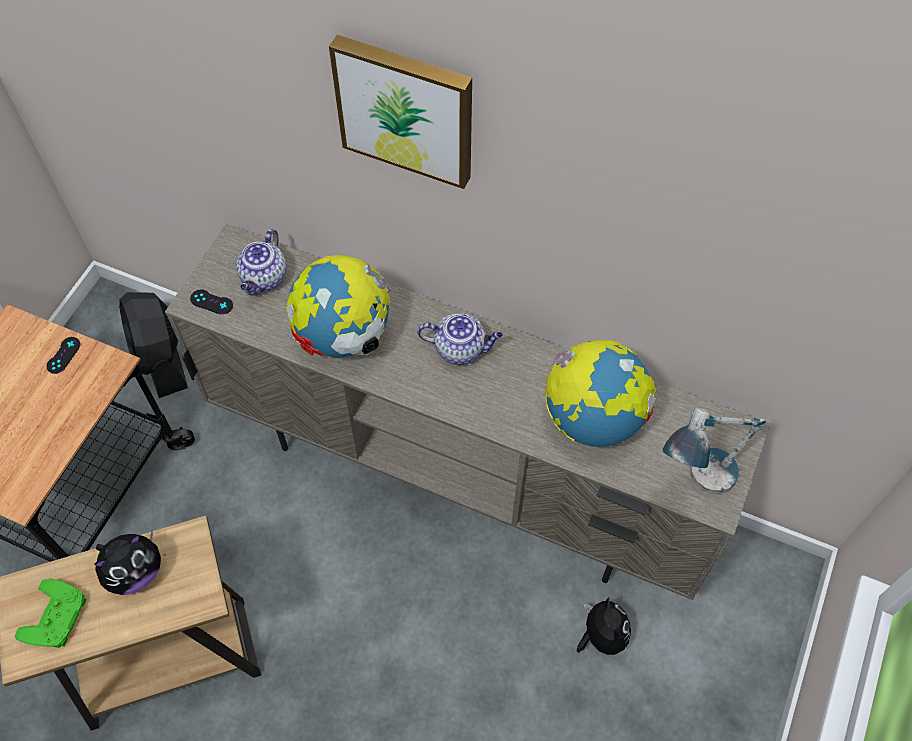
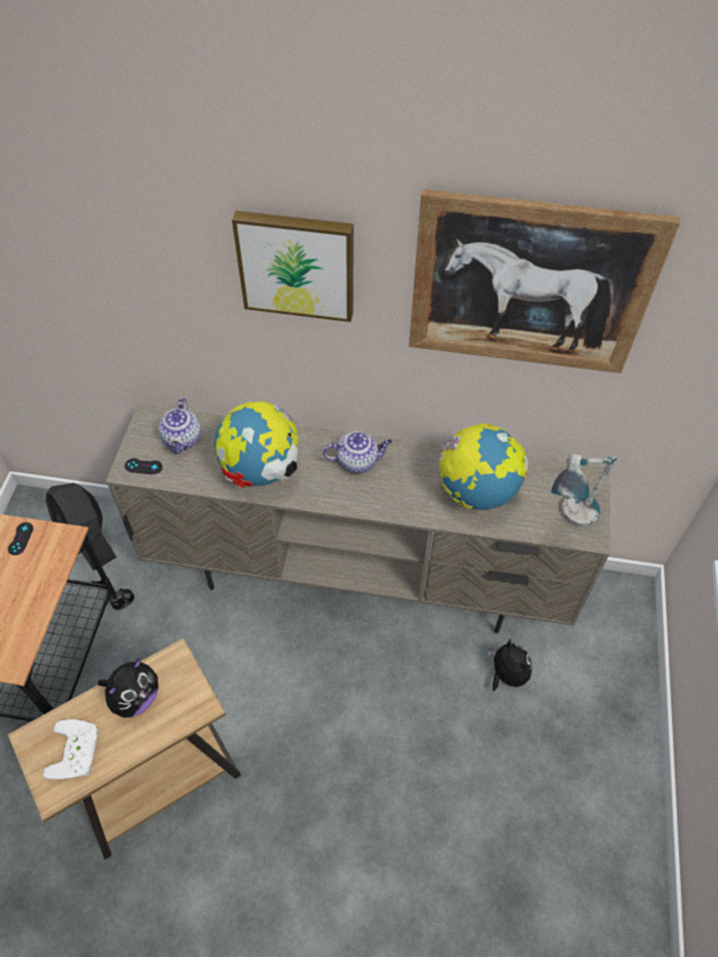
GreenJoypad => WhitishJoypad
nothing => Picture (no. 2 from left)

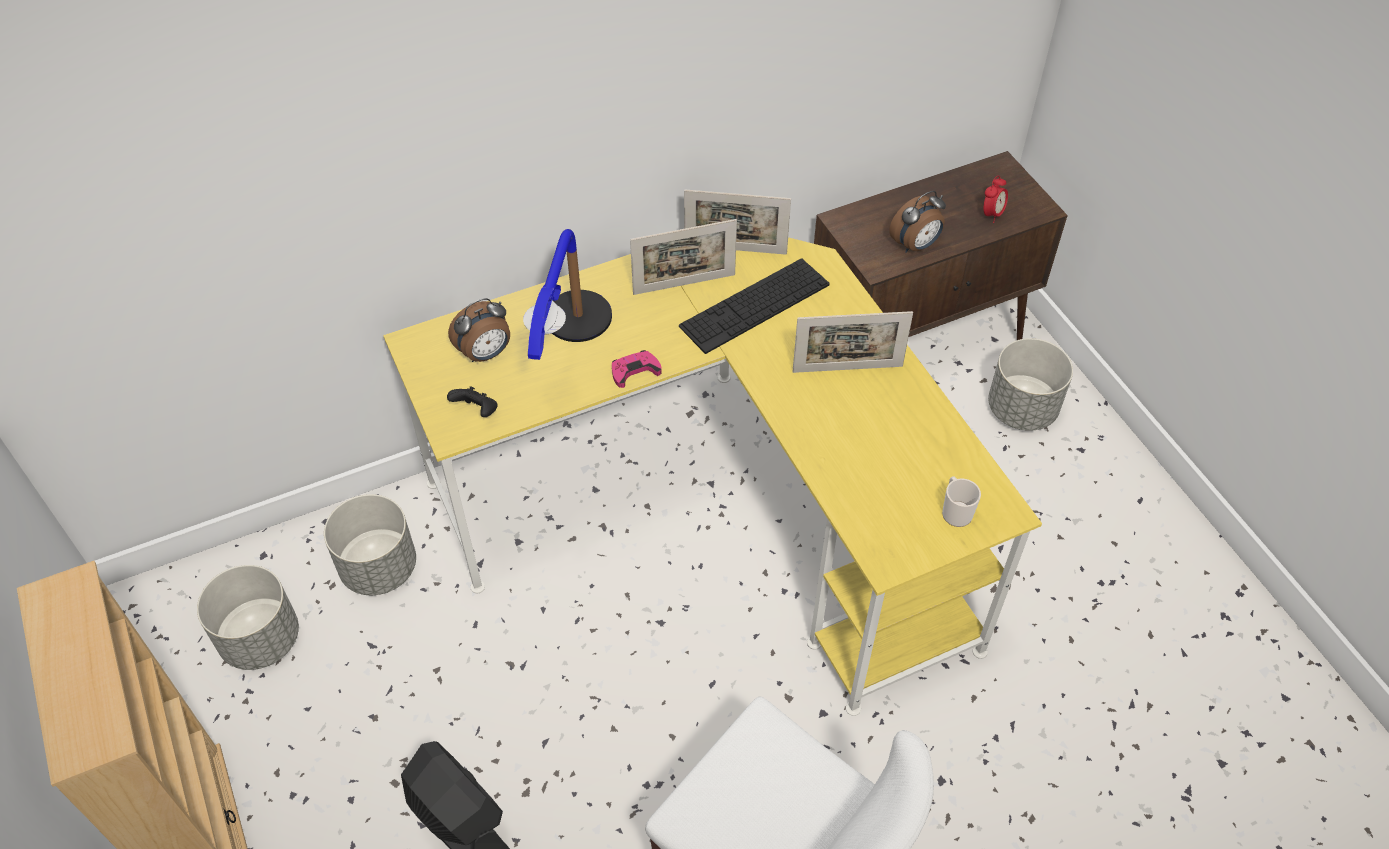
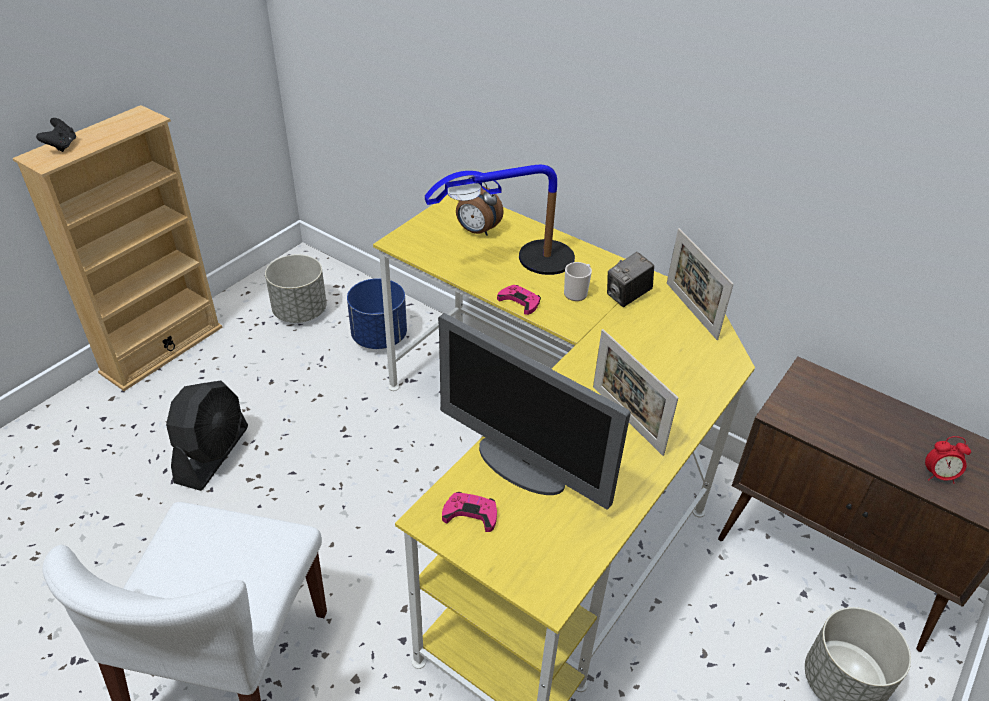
GreyFlowerPot (no. 2 from left) => BluishFlowerPot
BlackJoypad, shifted
StandingFrame (no. 1 from left) => StillCamera
PcKeyboard => nothing
TableClock (no. 2 from left) => nothing
CoffeeMug, shifted
nothing => Monitor
nothing => PinkJoypad (no. 1 from left)

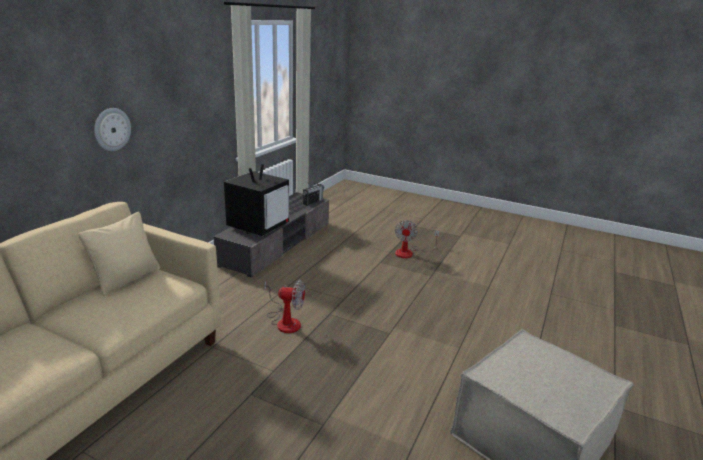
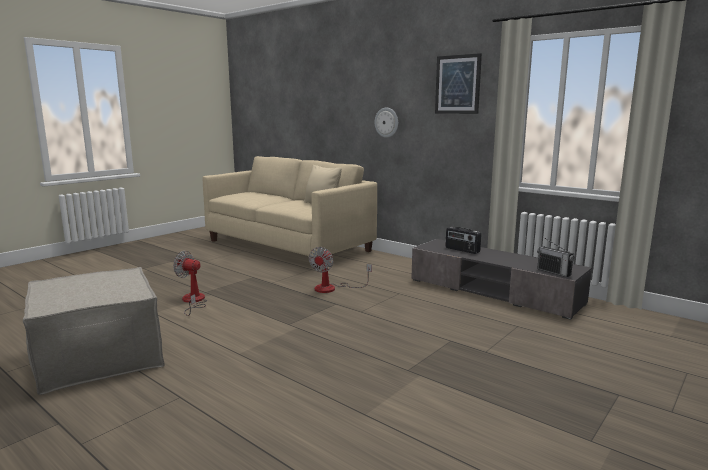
Tv => RadioReceiver (no. 1 from left)
CoolingFan (no. 2 from left in the first image) => CoolingFan (no. 1 from left), shifted
nothing => Picture

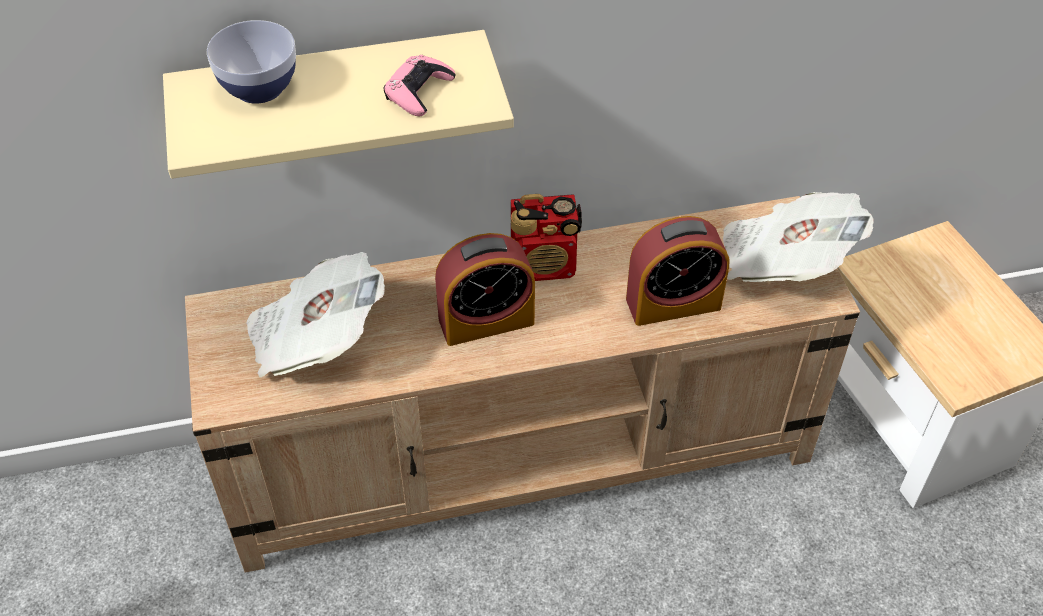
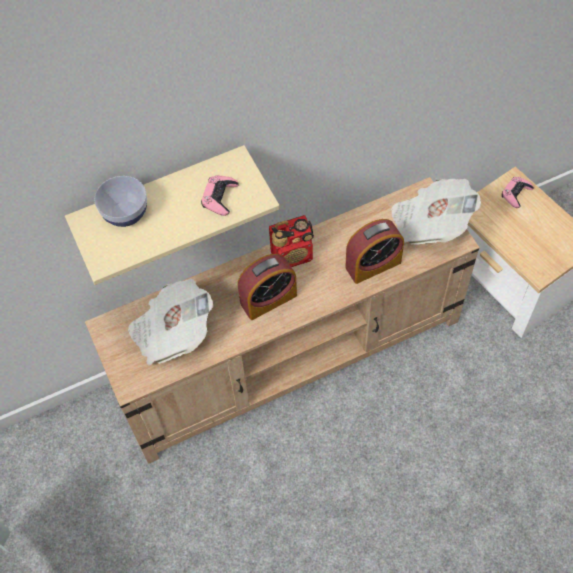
nothing => PinkJoypad (no. 2 from left)

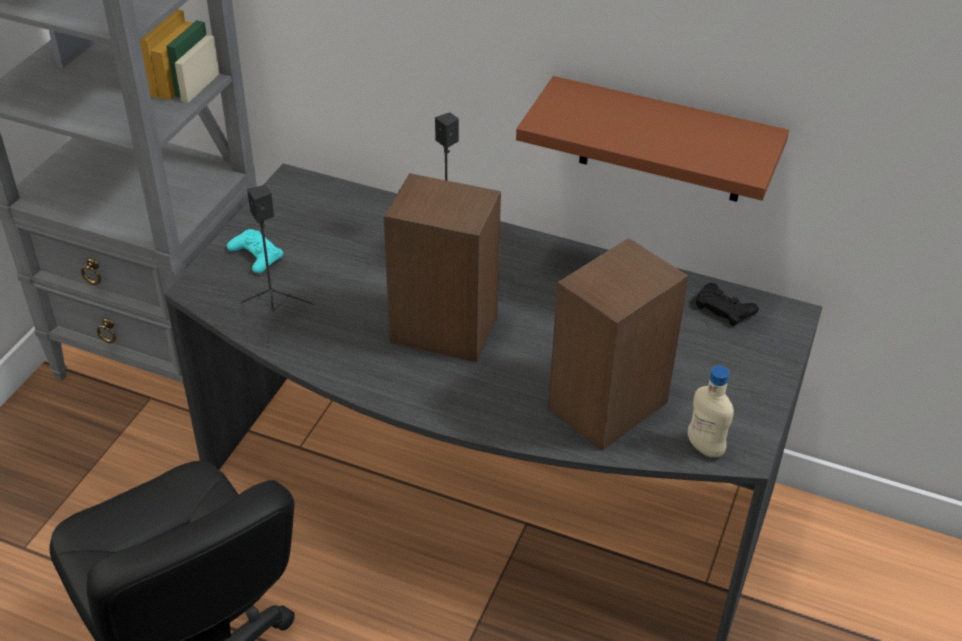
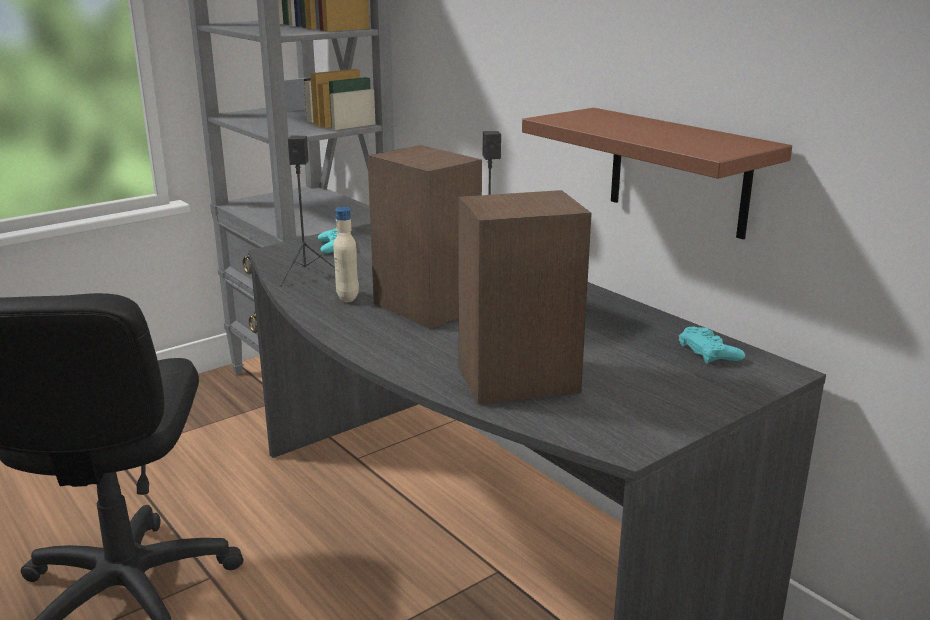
BeigeColouredDrinkBottle, shifted
BlackJoypad => TurquoiseColouredJoypad (no. 2 from left)

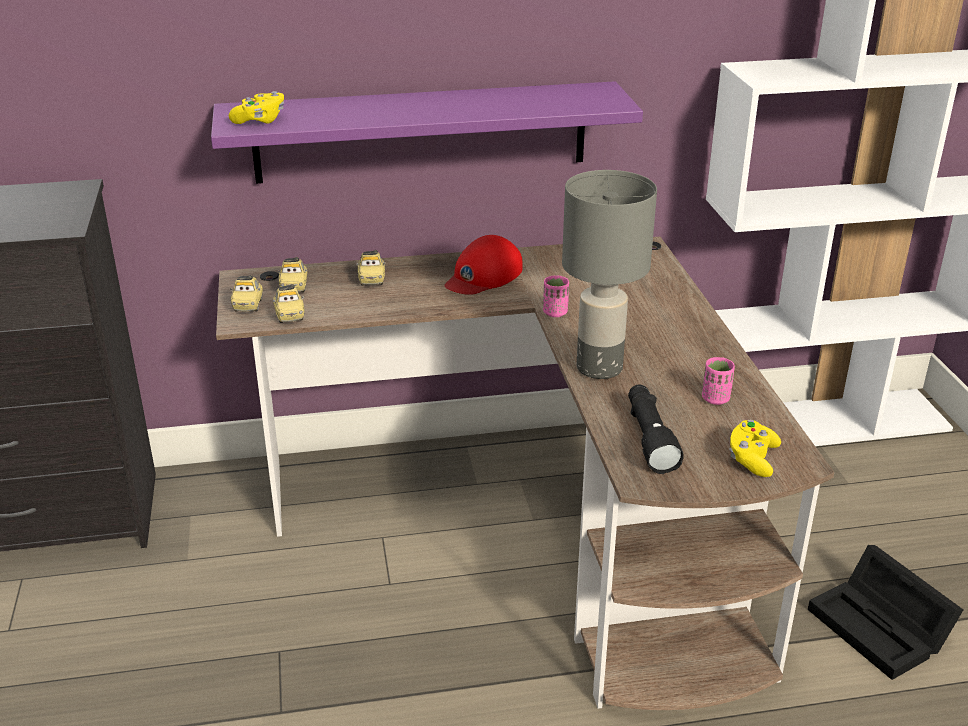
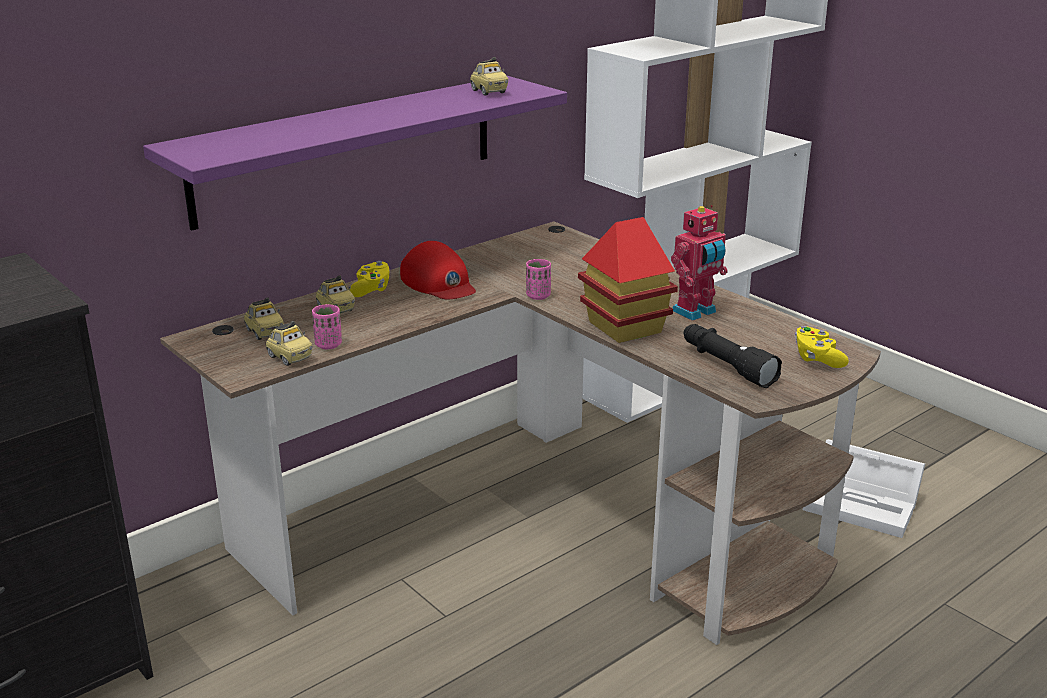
YellowJoypad (no. 1 from left), shifted
ModelCar (no. 1 from left in the first image) => ModelCar (no. 4 from left), shifted
RedColouredCap, 45 degrees counterclockwise
GreyTabletopLamp => ModelHouse
PinkCup (no. 2 from left in the first image) => PinkCup (no. 1 from left), shifted
BlackStorageBox => WhitishStorageBox
nothing => ModelRobot

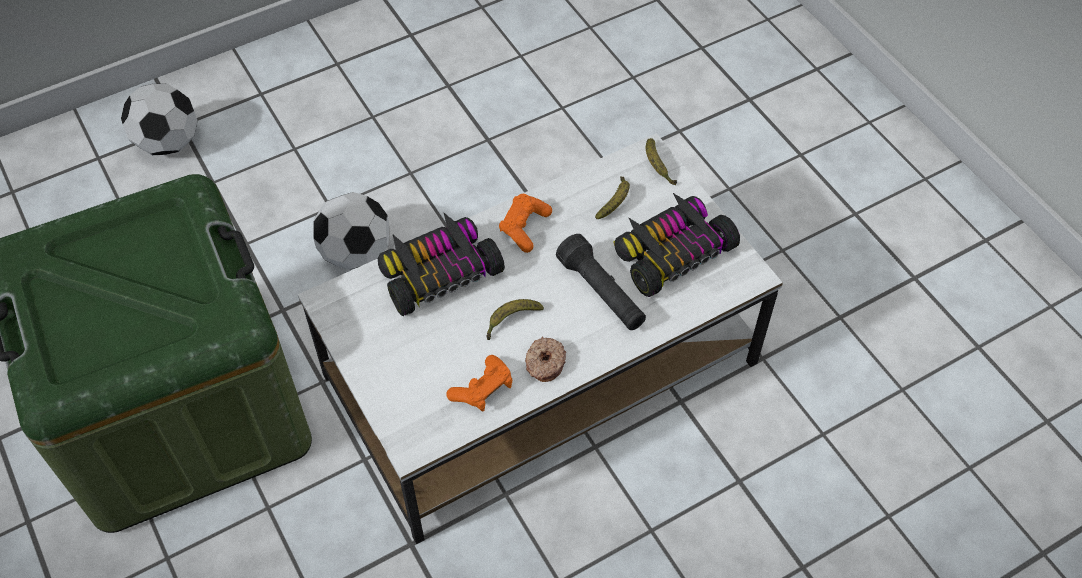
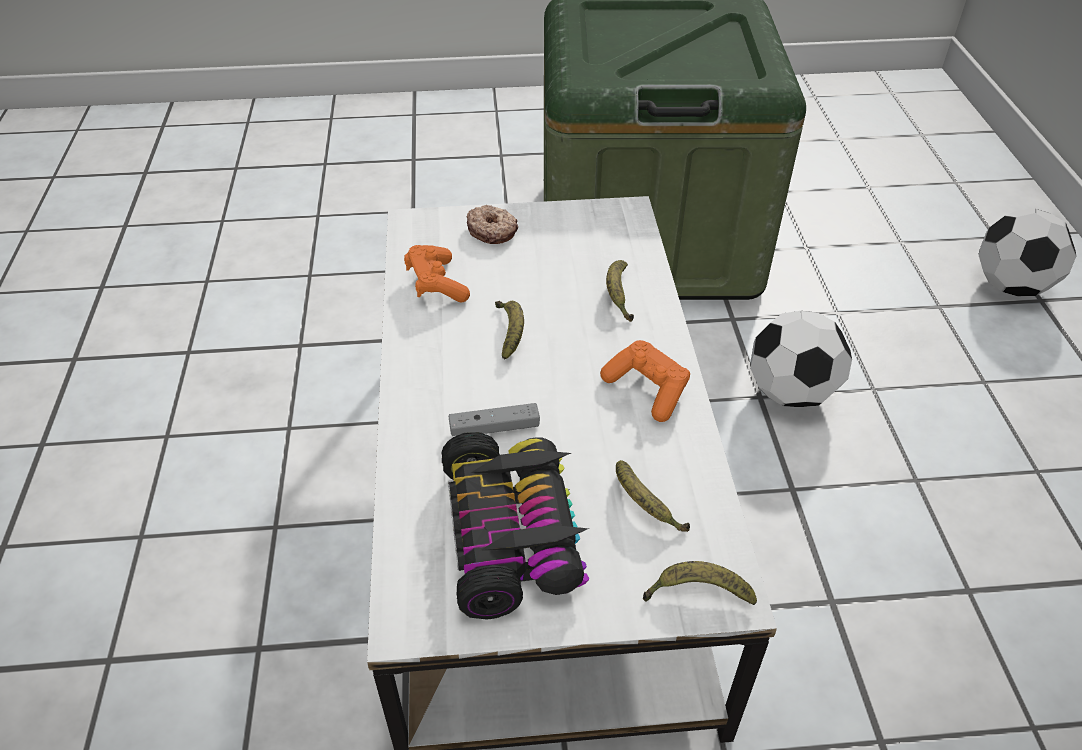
ModelCar (no. 1 from left) => WholeBanana (no. 2 from left)
Donut, shifted
BlackFlashlight => GreyJoypad

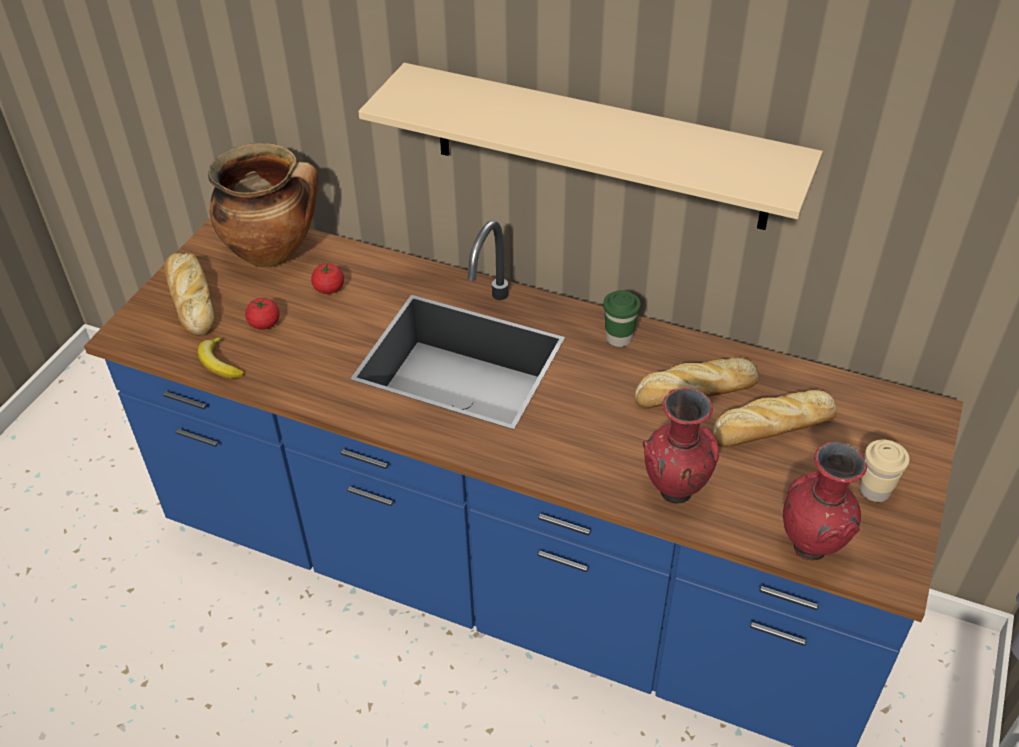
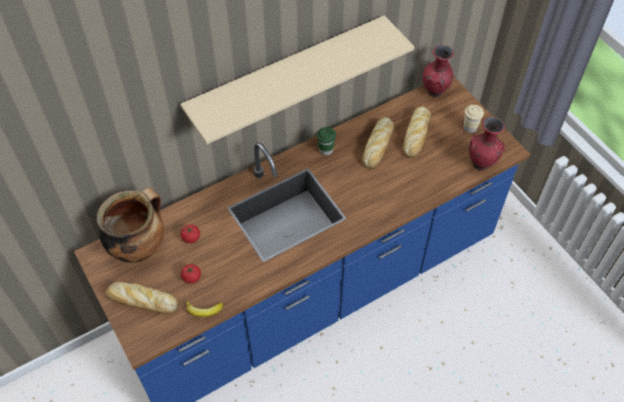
RedColouredFlowerVase (no. 1 from left), shifted

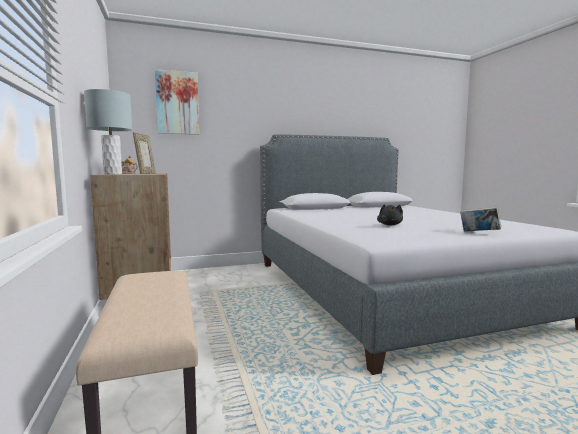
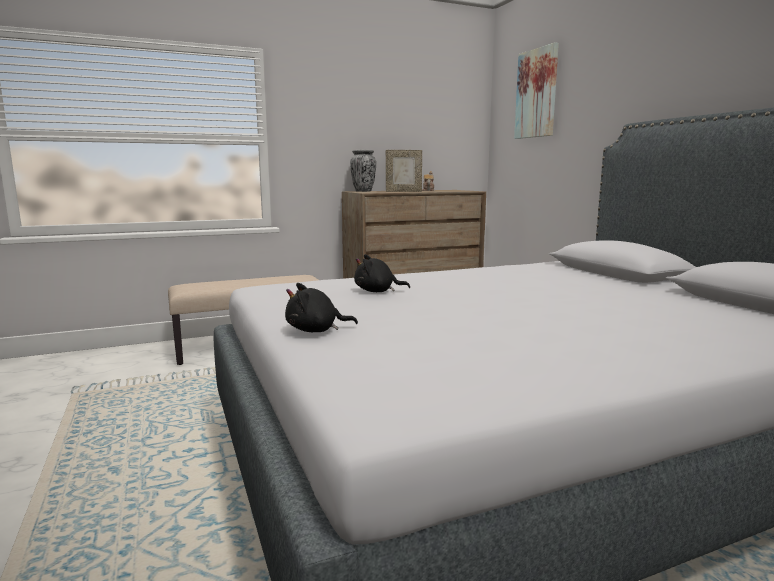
GreyTabletopLamp => FlowerVase
Volume => BlackCuddlyToy (no. 1 from left)

